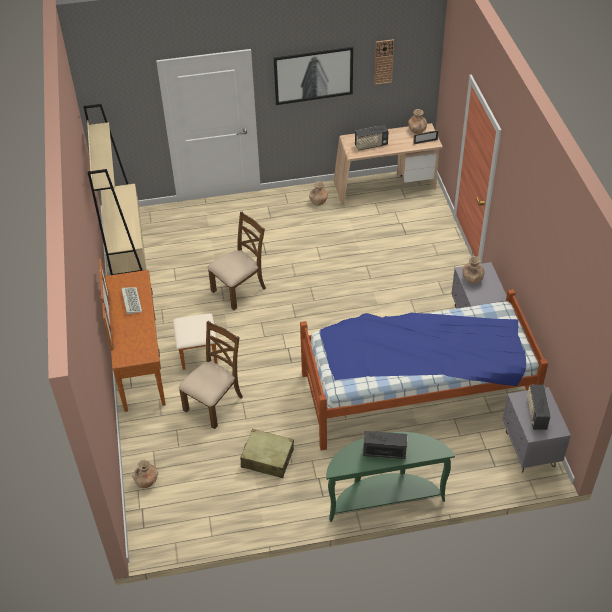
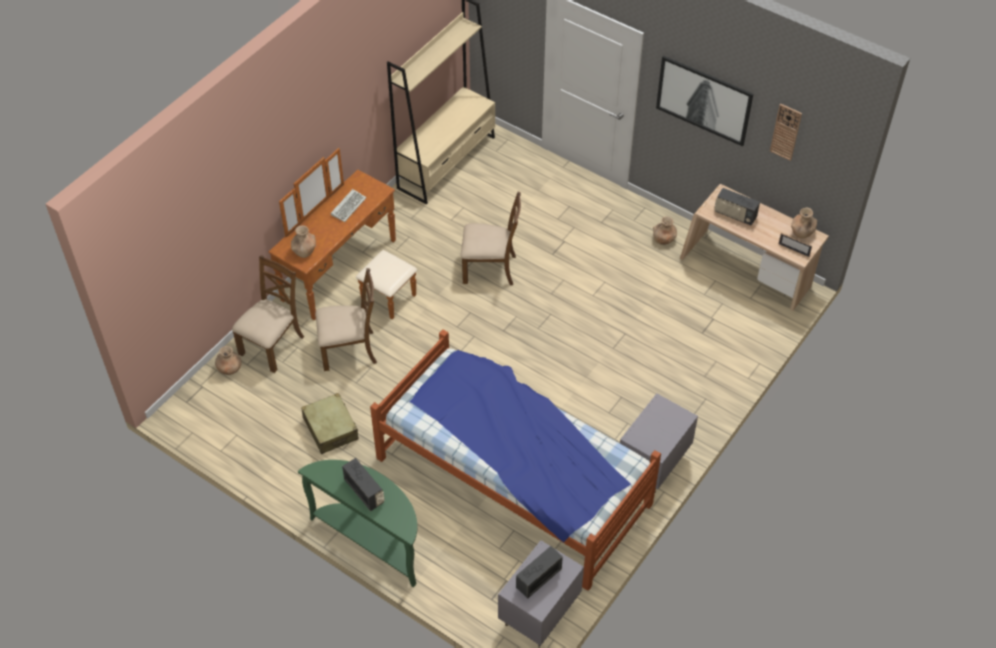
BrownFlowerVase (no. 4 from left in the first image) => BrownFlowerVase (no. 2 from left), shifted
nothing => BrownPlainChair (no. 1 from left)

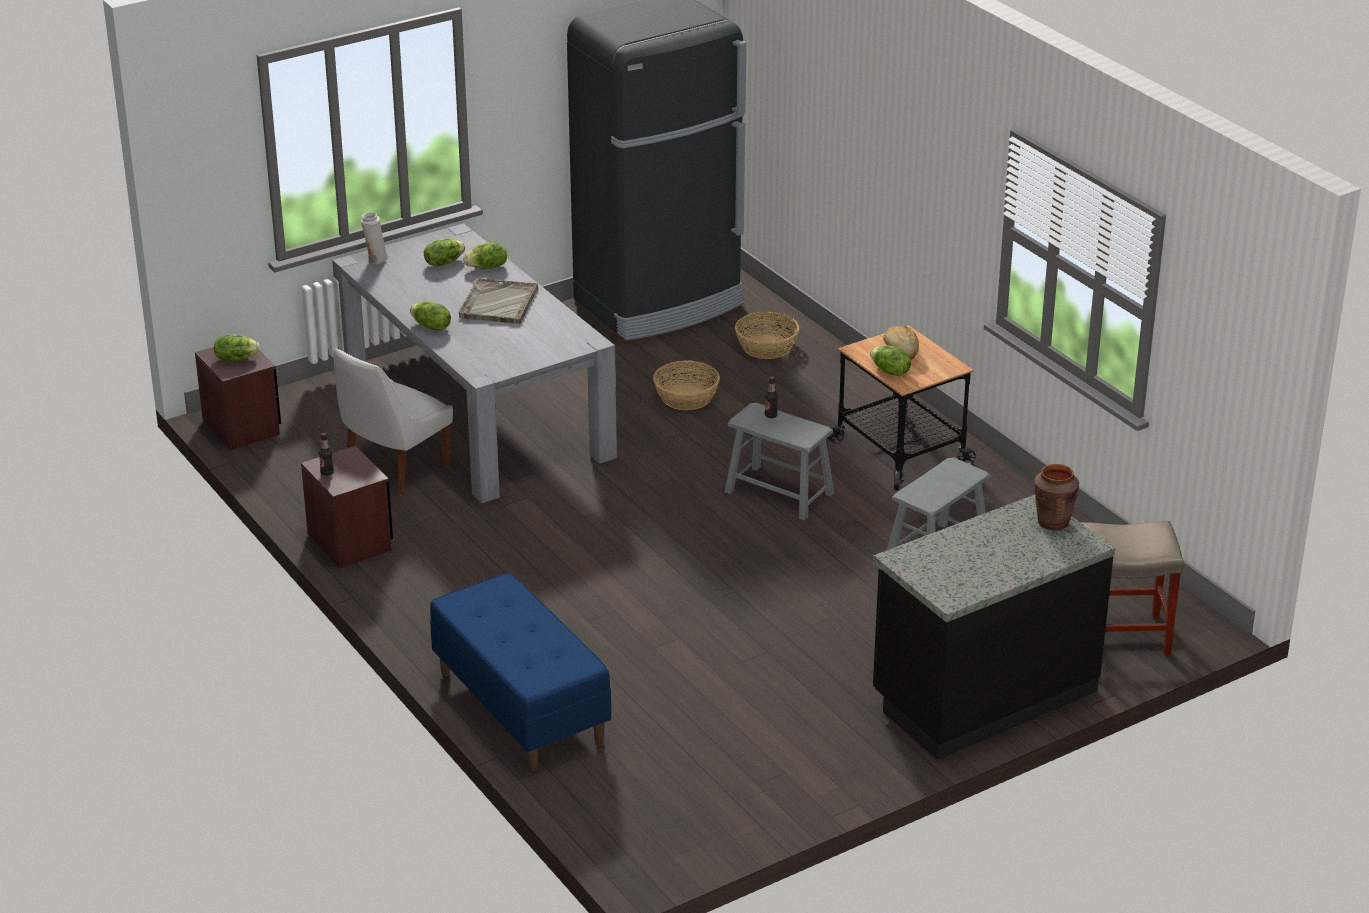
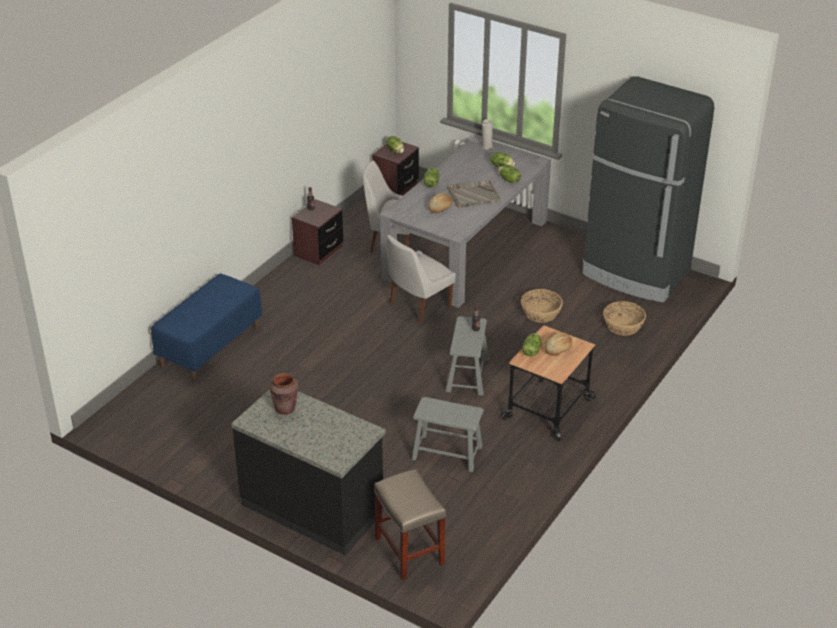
BrownFlowerVase, shifted
nothing => WhitishPlainChair (no. 2 from left)
nothing => BakedBread (no. 1 from left)

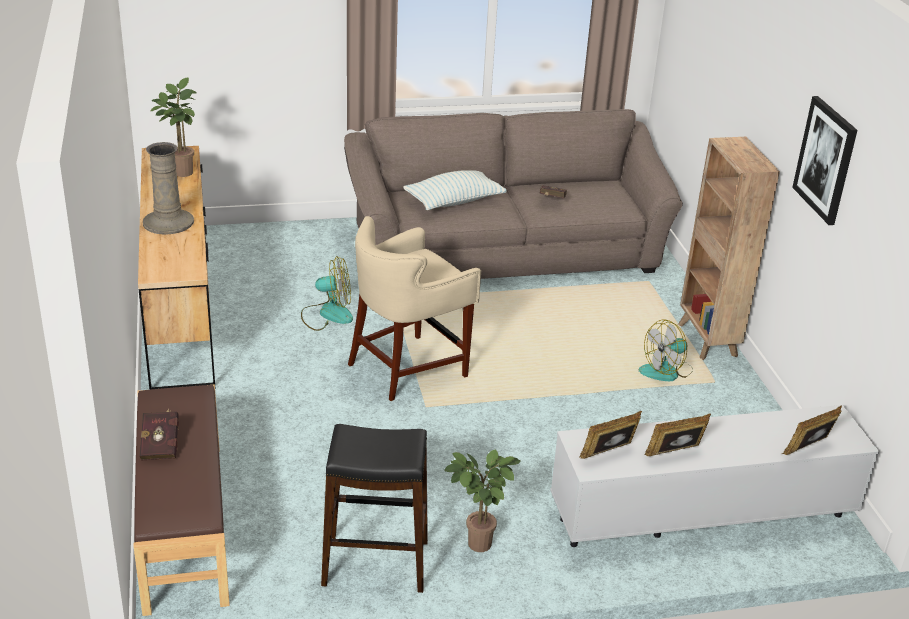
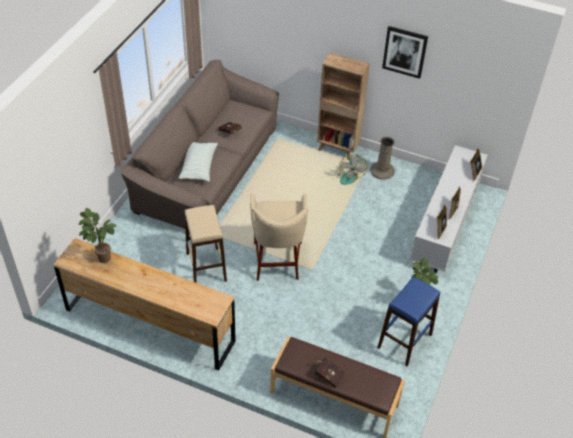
BeigeColouredFlowerVase, shifted
CoolingFan (no. 1 from left) => BeigeColouredStoolSeat (no. 1 from left)
BlackStoolSeat => BluishStoolSeat

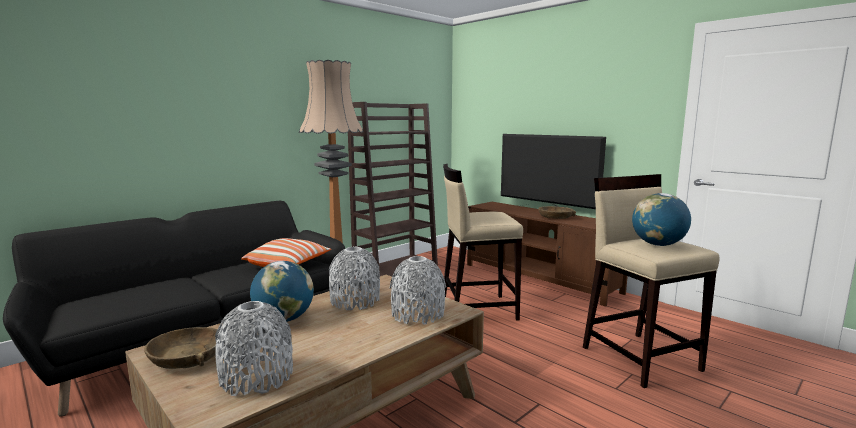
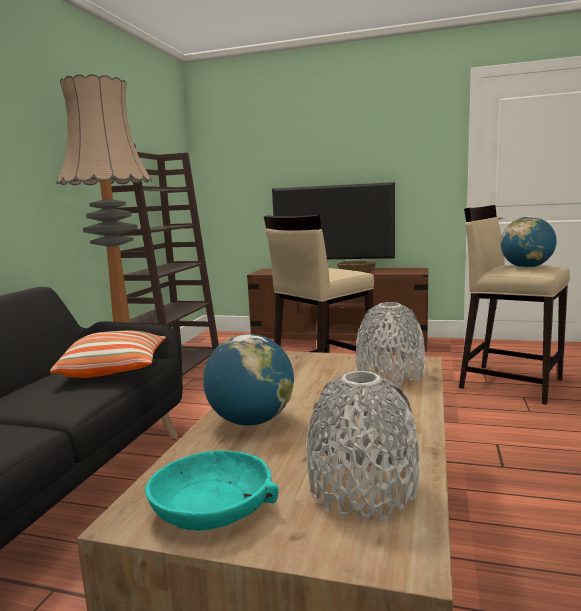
BrownBowl (no. 1 from left) => TurquoiseColouredBowl
GreyFlowerVase (no. 2 from left) => nothing

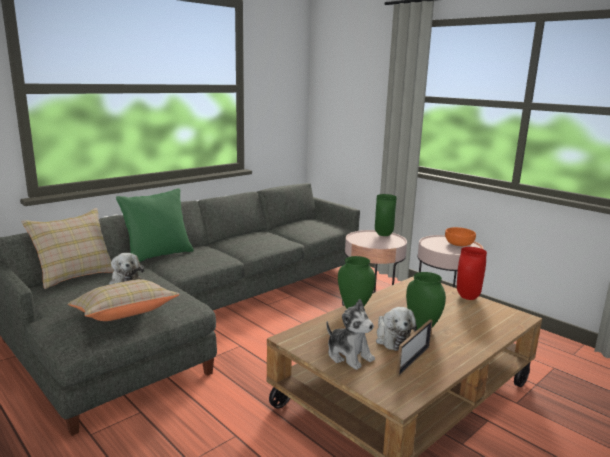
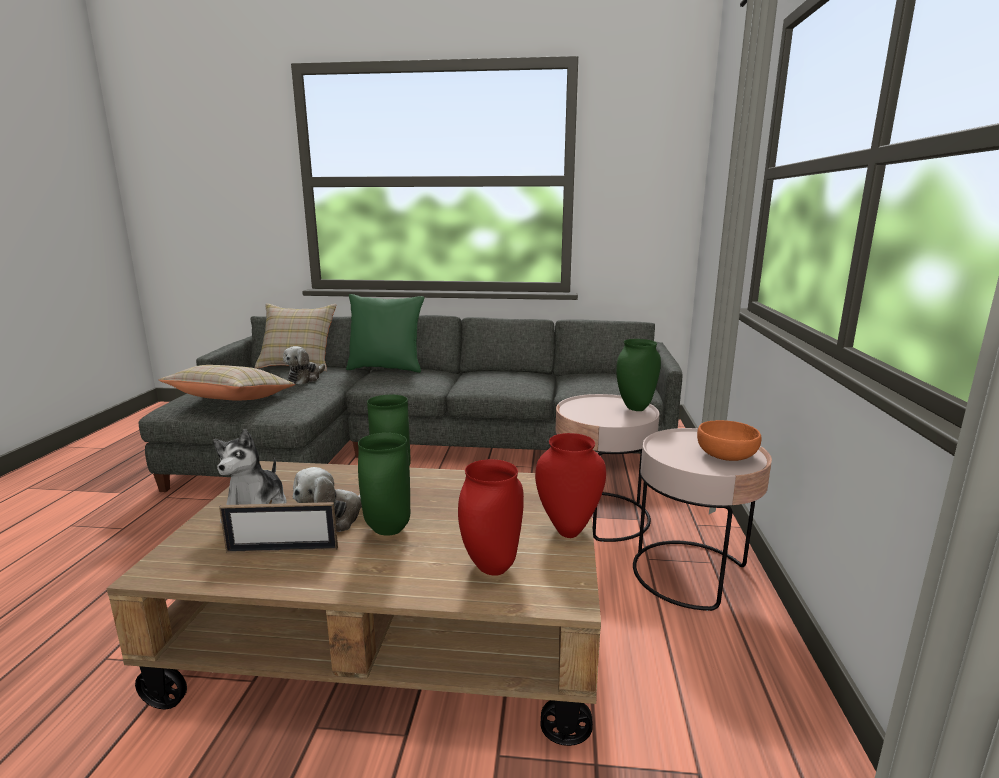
nothing => RedColouredFlowerVase (no. 1 from left)

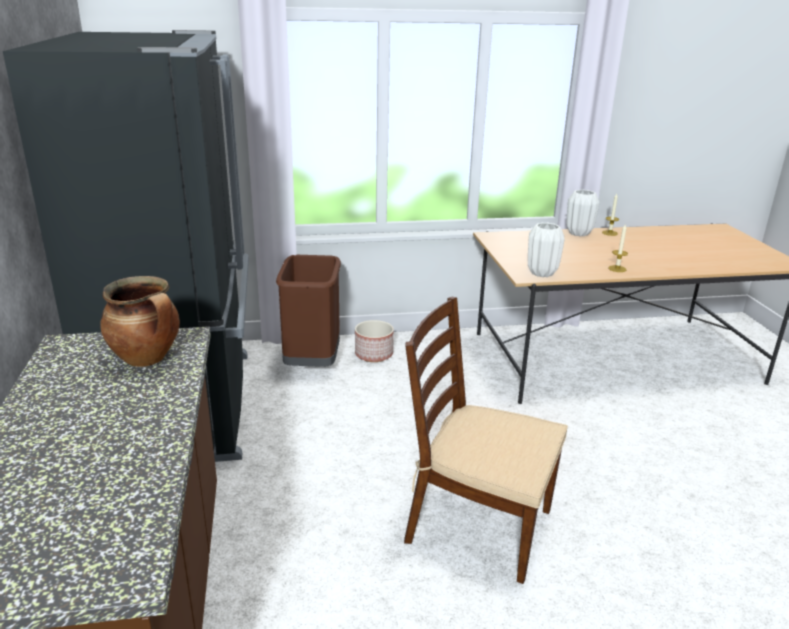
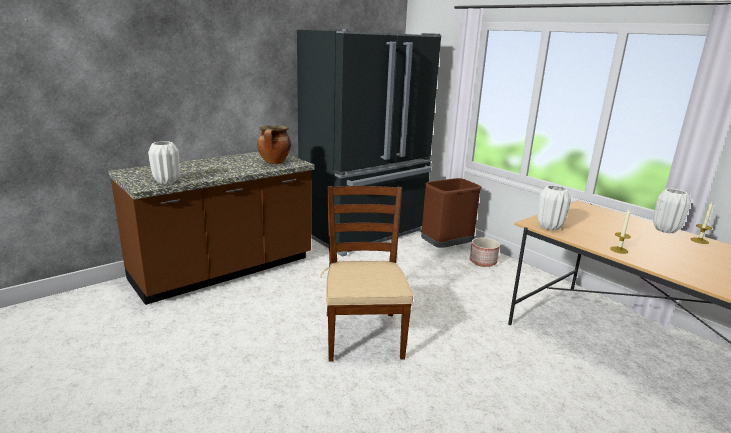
nothing => WhitishFlowerVase (no. 1 from left)

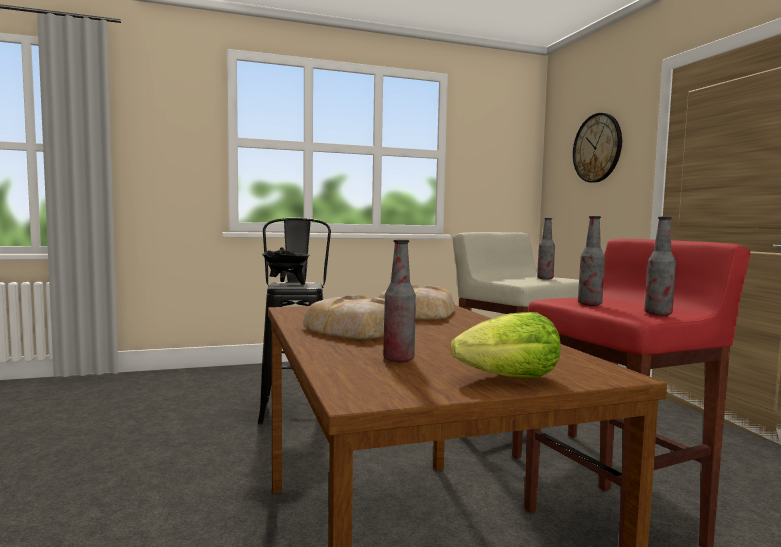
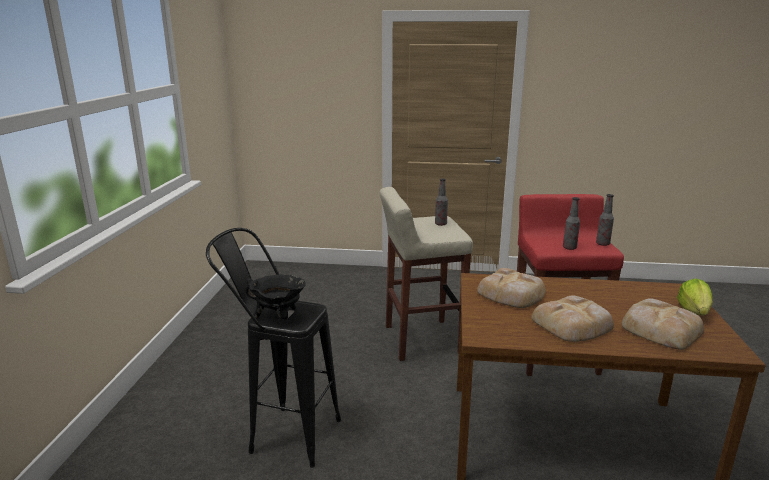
DrinkBottle (no. 1 from left) => BakedBread (no. 3 from left)
WallClock => nothing

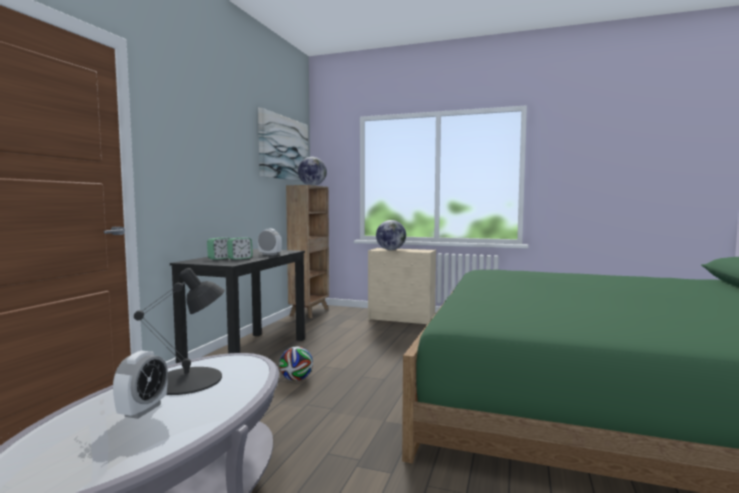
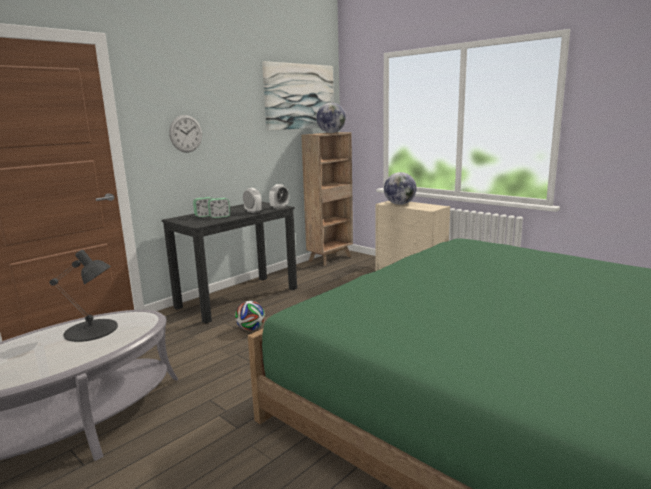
TableClock (no. 1 from left in the first image) => TableClock (no. 4 from left), shifted
nothing => WallClock

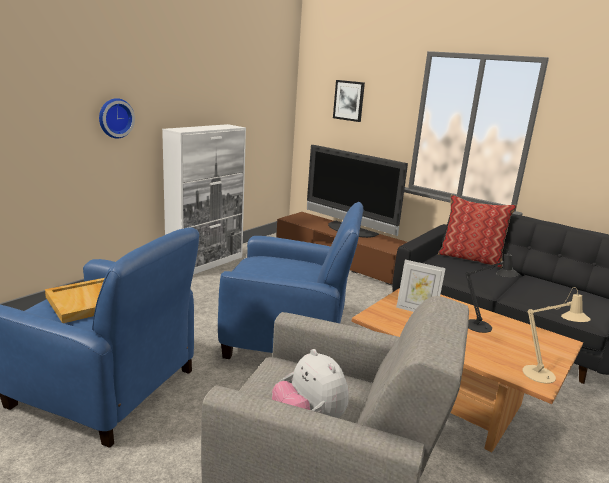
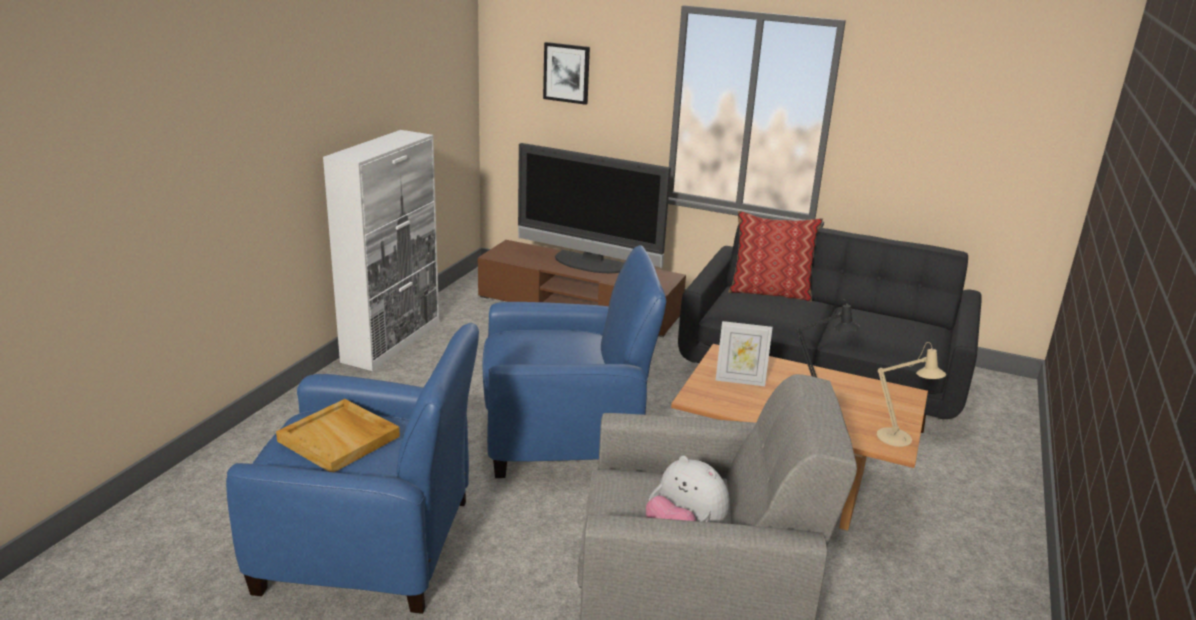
WallClock => nothing

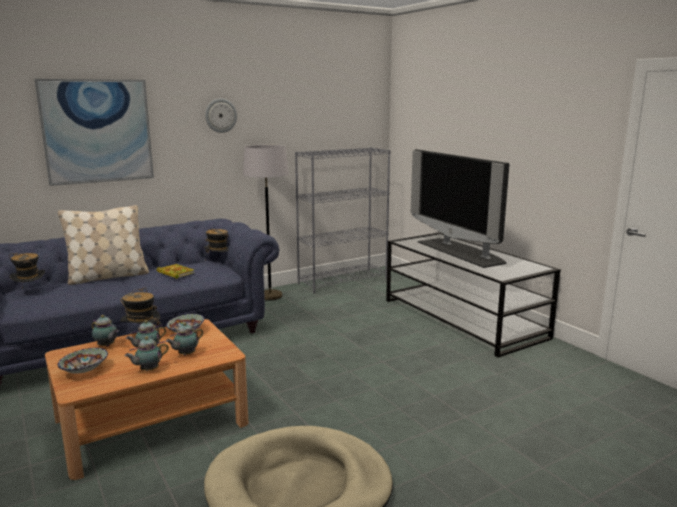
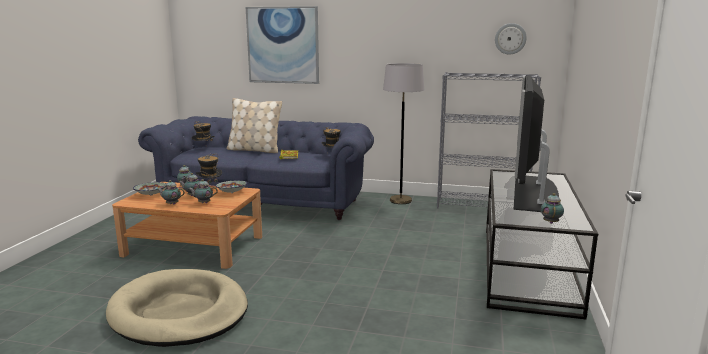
WallClock, shifted
nothing => Teapot (no. 5 from left)

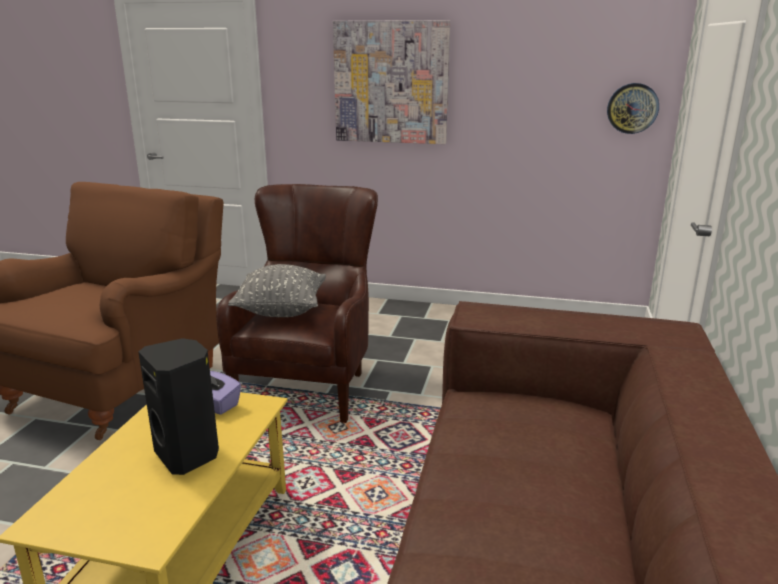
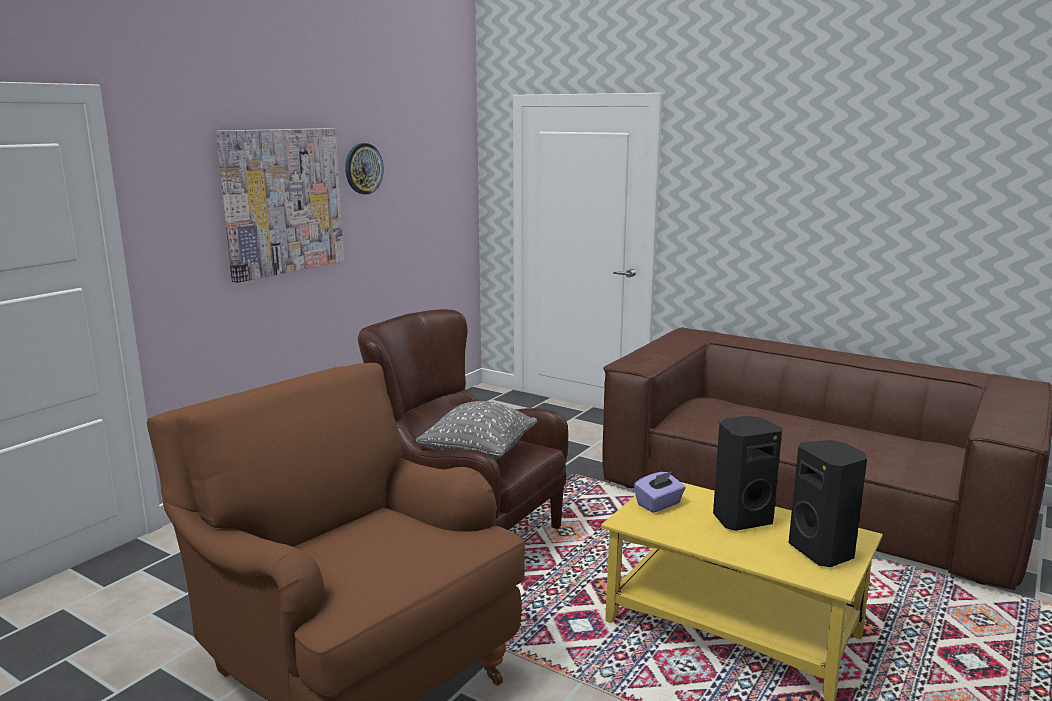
WallClock, shifted
nothing => BlackSpeaker (no. 2 from left)

